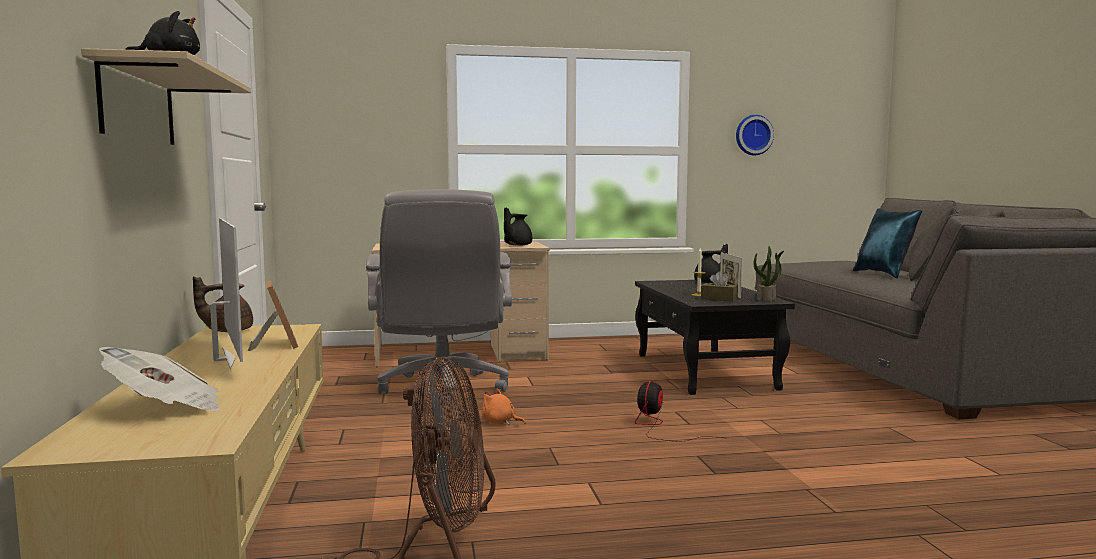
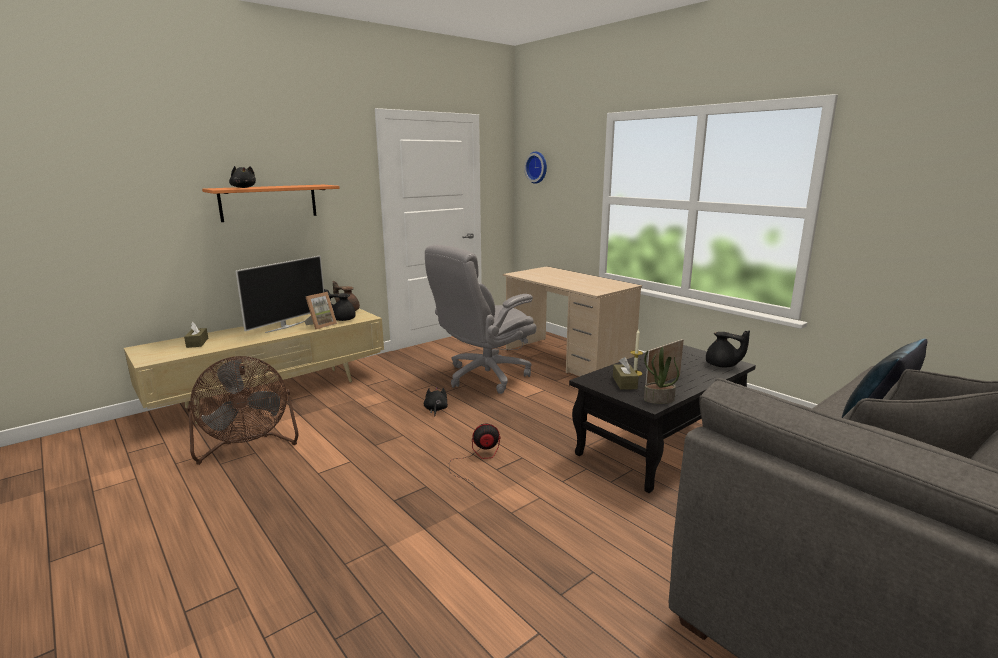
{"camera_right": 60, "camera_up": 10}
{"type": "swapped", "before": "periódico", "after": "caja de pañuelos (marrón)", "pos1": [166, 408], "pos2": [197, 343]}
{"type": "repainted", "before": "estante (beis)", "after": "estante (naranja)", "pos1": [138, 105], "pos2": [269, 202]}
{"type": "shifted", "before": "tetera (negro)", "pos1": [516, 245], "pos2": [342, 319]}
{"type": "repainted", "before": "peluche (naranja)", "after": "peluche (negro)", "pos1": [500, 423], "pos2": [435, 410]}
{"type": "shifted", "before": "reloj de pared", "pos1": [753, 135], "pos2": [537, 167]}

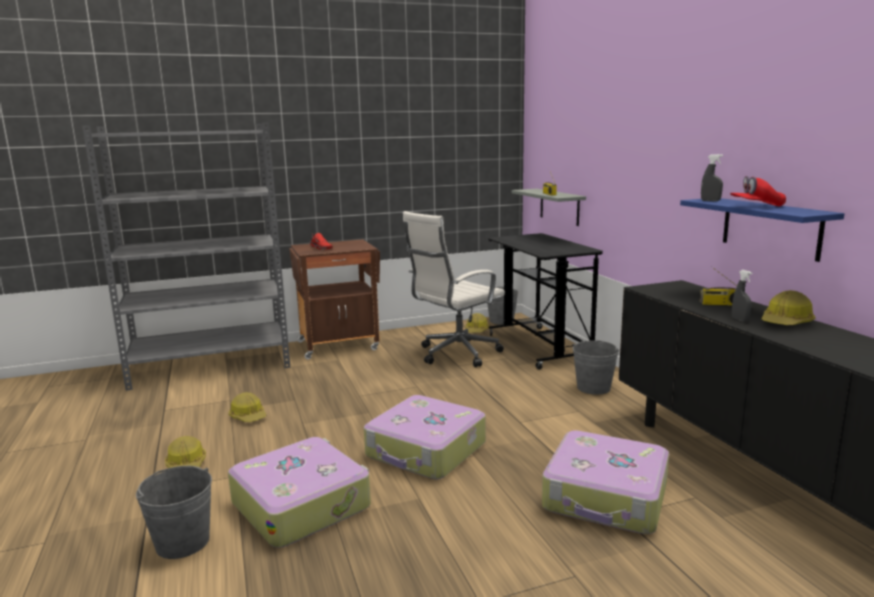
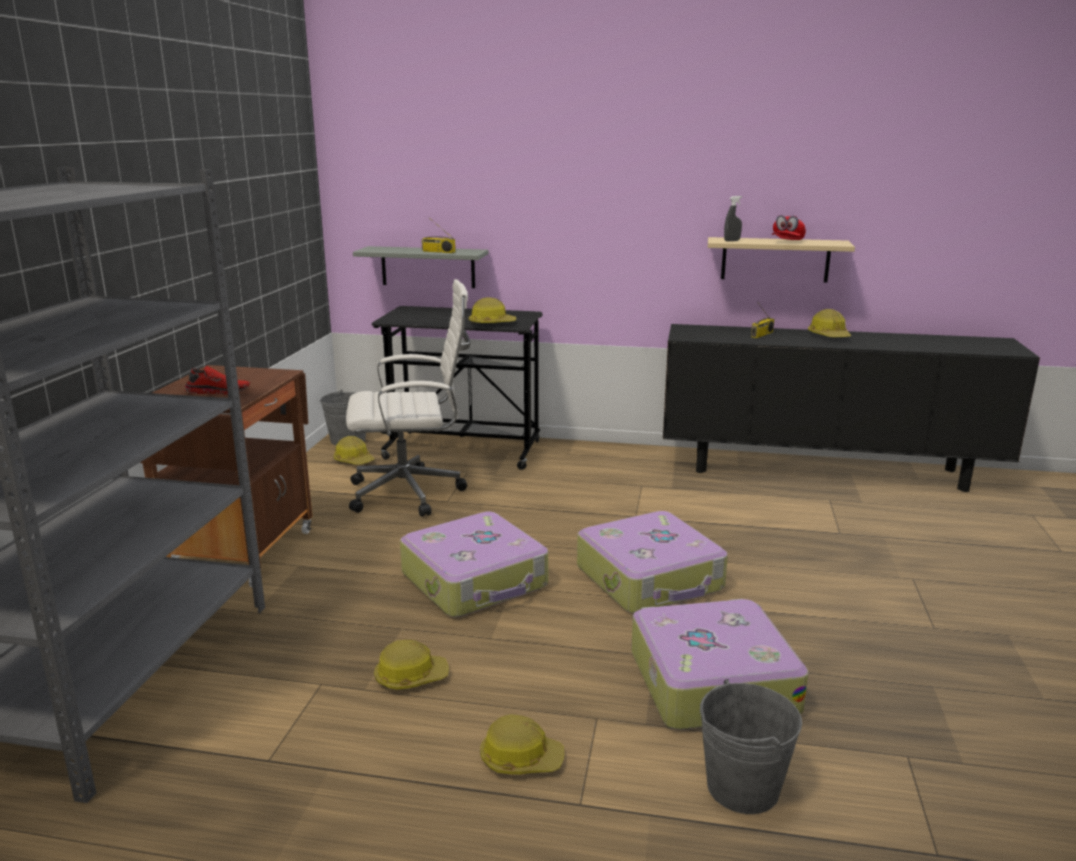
{"camera_right": -60, "camera_up": 5}
{"type": "rotated", "before": "silla de oficina (blanco)", "pos1": [455, 354], "pos2": [411, 493], "turn": -90}
{"type": "shifted", "before": "maleta", "pos1": [606, 497], "pos2": [476, 581]}
{"type": "new", "after": "casco", "pos2": [491, 323]}
{"type": "repainted", "before": "estante (azul)", "after": "estante (beis)", "pos1": [770, 228], "pos2": [775, 259]}
{"type": "gone", "before": "cubo (gris)", "pos1": [593, 387]}
{"type": "gone", "before": "pulverizador (gris)", "pos1": [740, 320]}

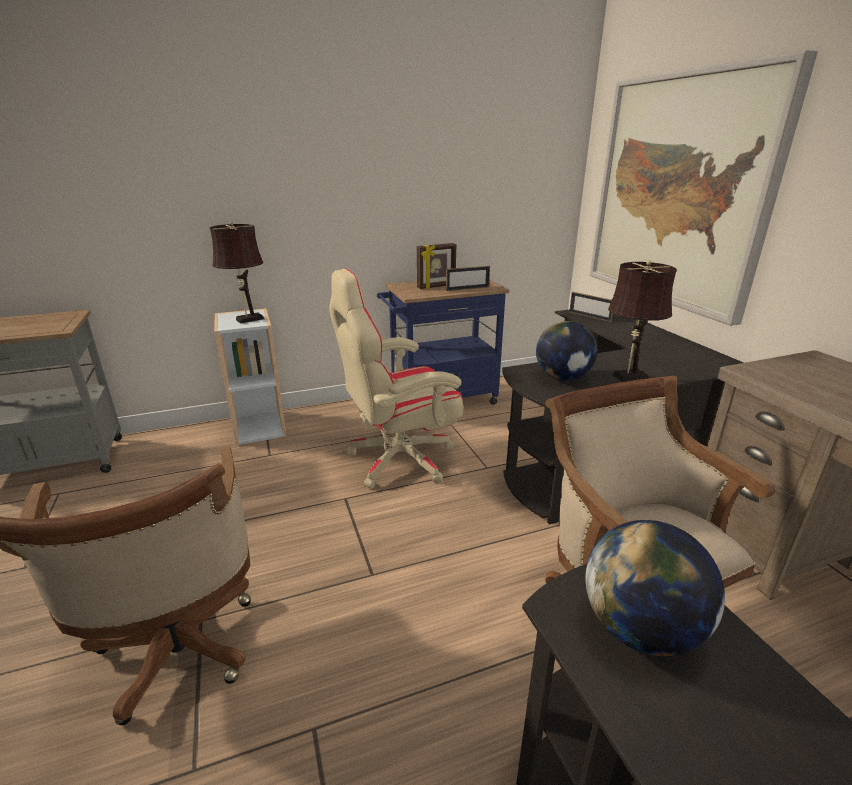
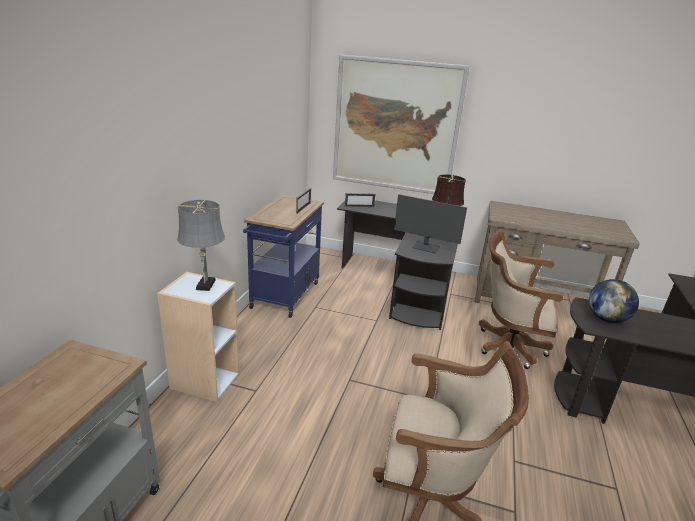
{"camera_right": -55, "camera_up": 0}
{"type": "repainted", "before": "lámpara de mesa (marrón)", "after": "lámpara de mesa (gris)", "pos1": [247, 319], "pos2": [205, 286]}
{"type": "swapped", "before": "globo terráqueo", "after": "monitor", "pos1": [562, 377], "pos2": [425, 247]}
{"type": "gone", "before": "silla de oficina (beis)", "pos1": [401, 459]}
{"type": "gone", "before": "portarretratos", "pos1": [436, 286]}

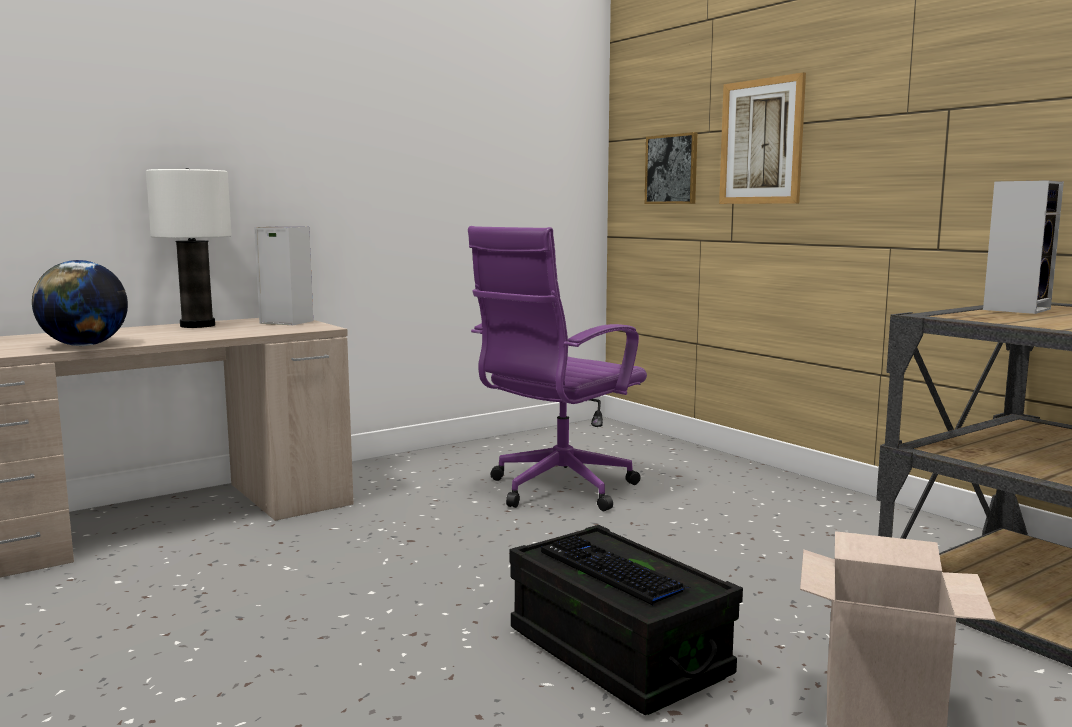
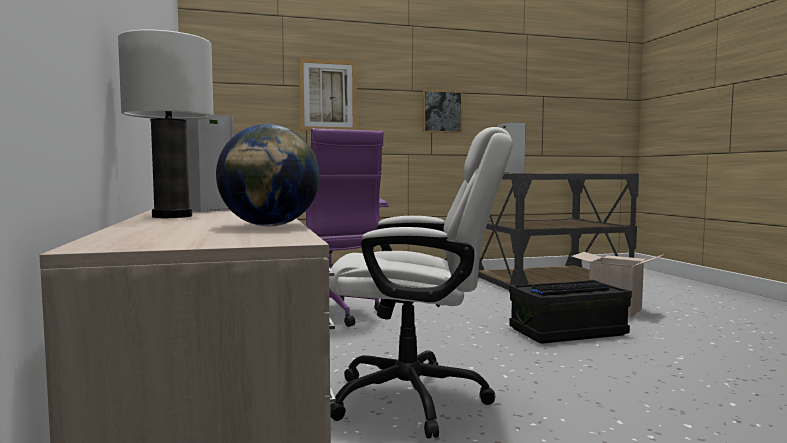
{"camera_right": -70, "camera_up": -5}
{"type": "new", "after": "silla de oficina (blanco)", "pos2": [418, 400]}
{"type": "shifted", "before": "cuadro", "pos1": [671, 169], "pos2": [442, 111]}

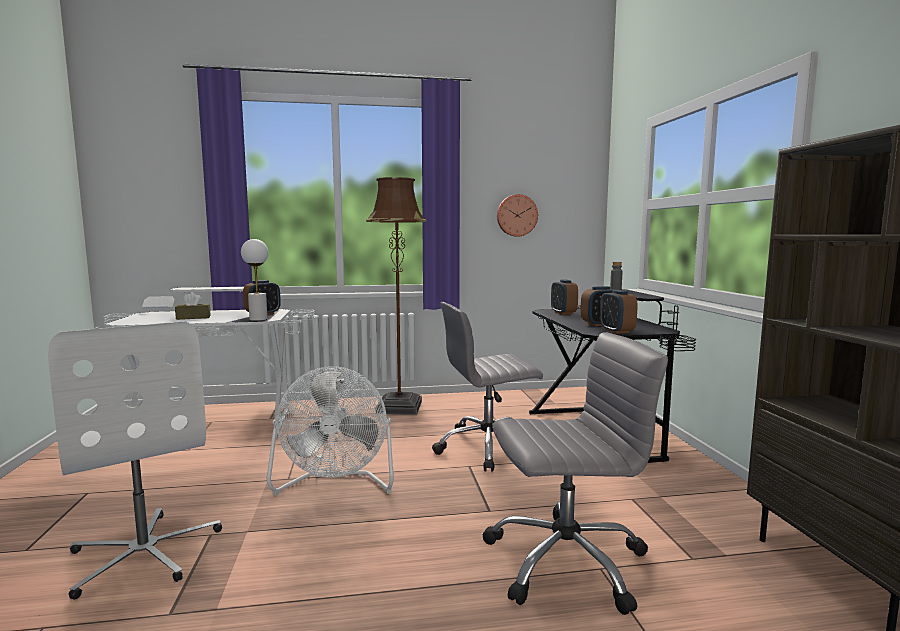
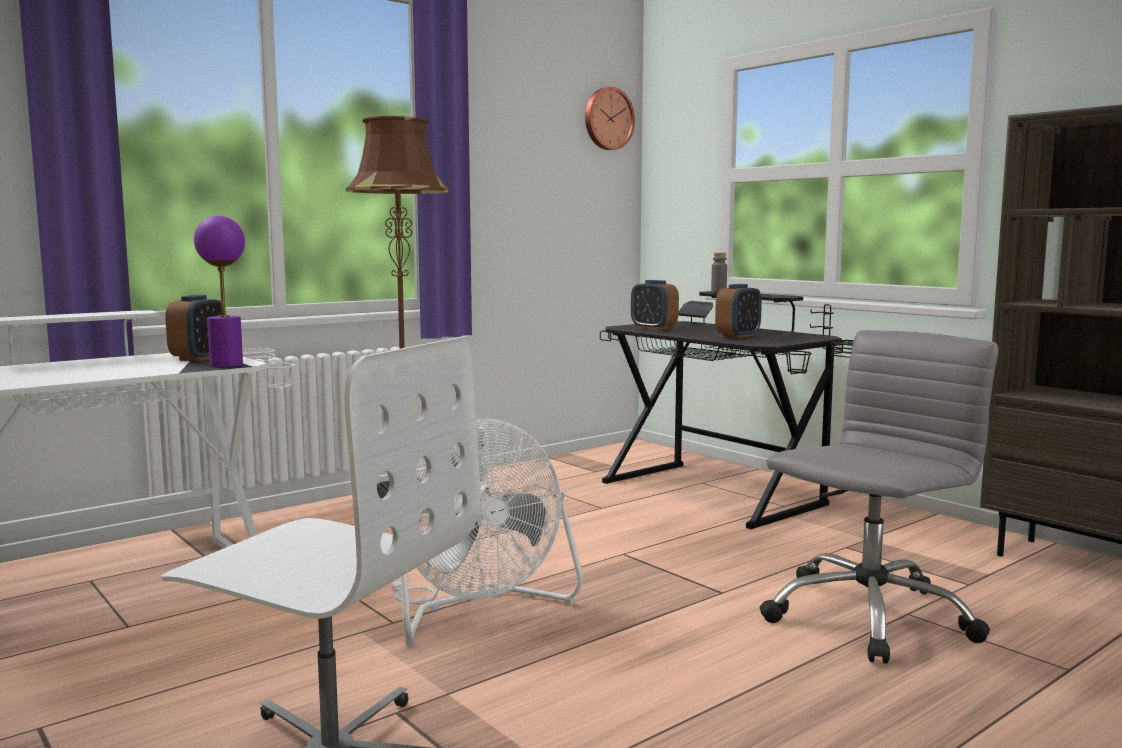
{"camera_right": -30, "camera_up": 0}
{"type": "repainted", "before": "lámpara de mesa (blanco)", "after": "lámpara de mesa (morado)", "pos1": [258, 319], "pos2": [226, 365]}
{"type": "shifted", "before": "reloj de pared", "pos1": [516, 215], "pos2": [607, 119]}
{"type": "gone", "before": "caja de pañuelos (marrón)", "pos1": [193, 317]}
{"type": "gone", "before": "silla de oficina (gris)", "pos1": [487, 448]}
{"type": "gone", "before": "despertador", "pos1": [616, 331]}

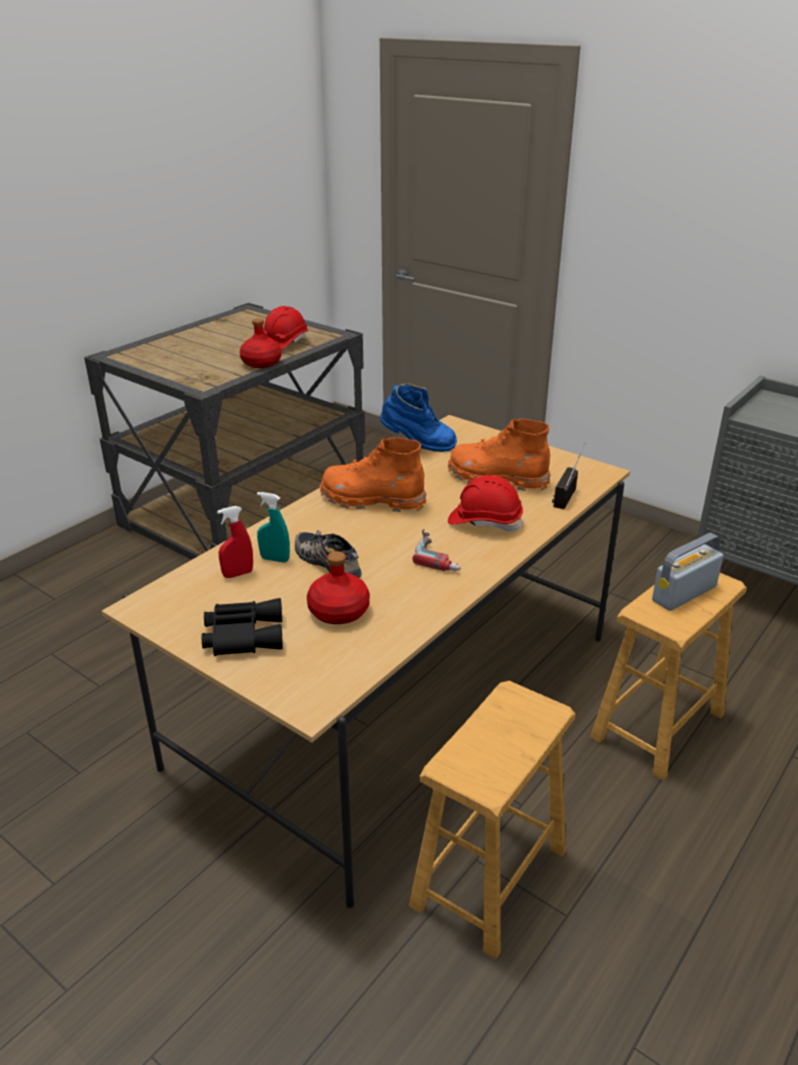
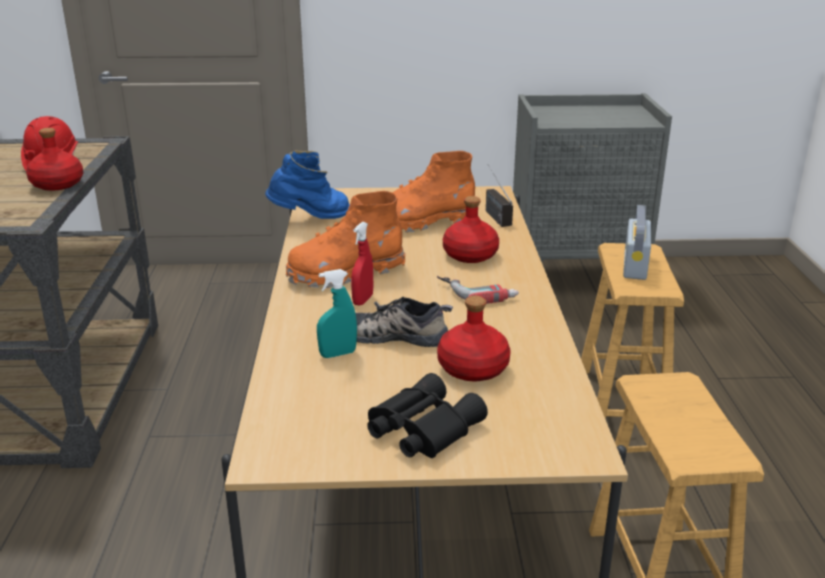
{"camera_right": -40, "camera_up": -5}
{"type": "shifted", "before": "pulverizador (rojo)", "pos1": [238, 574], "pos2": [363, 300]}
{"type": "swapped", "before": "casco (rojo)", "after": "botella (rojo)", "pos1": [484, 522], "pos2": [469, 255]}

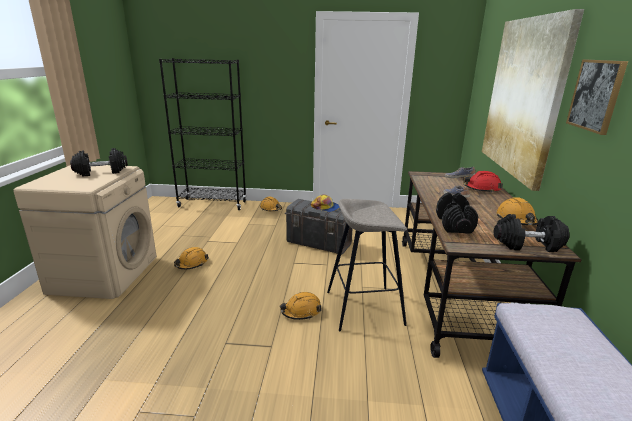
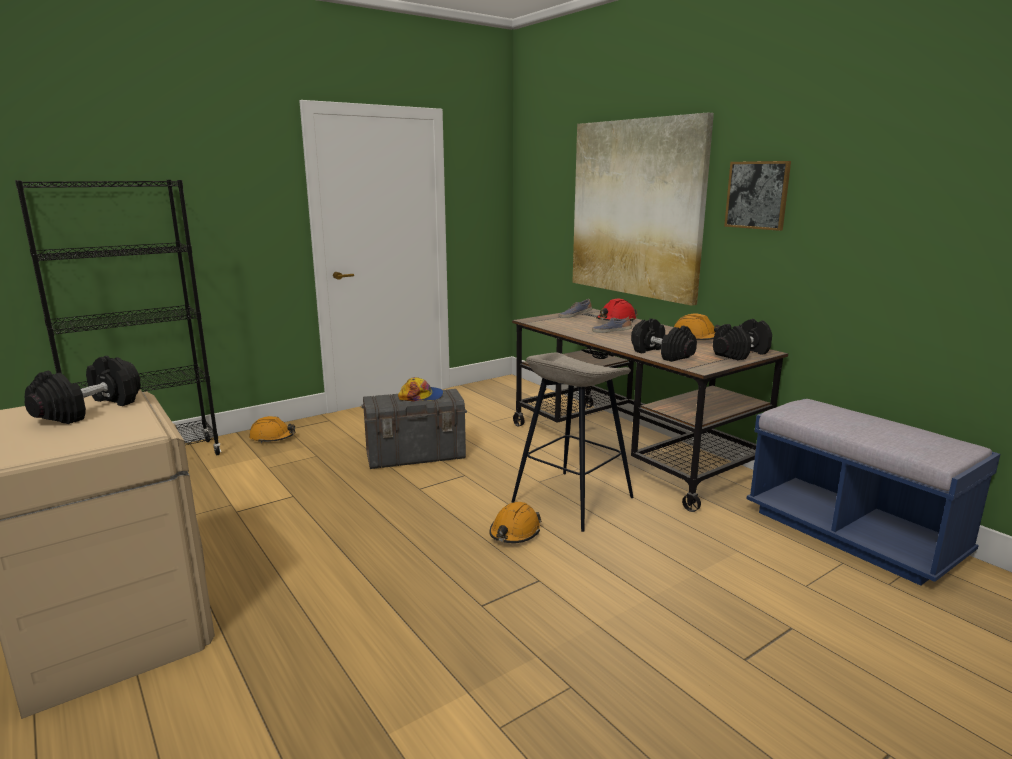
{"camera_right": -40, "camera_up": -5}
{"type": "gone", "before": "casco (naranja)", "pos1": [191, 264]}

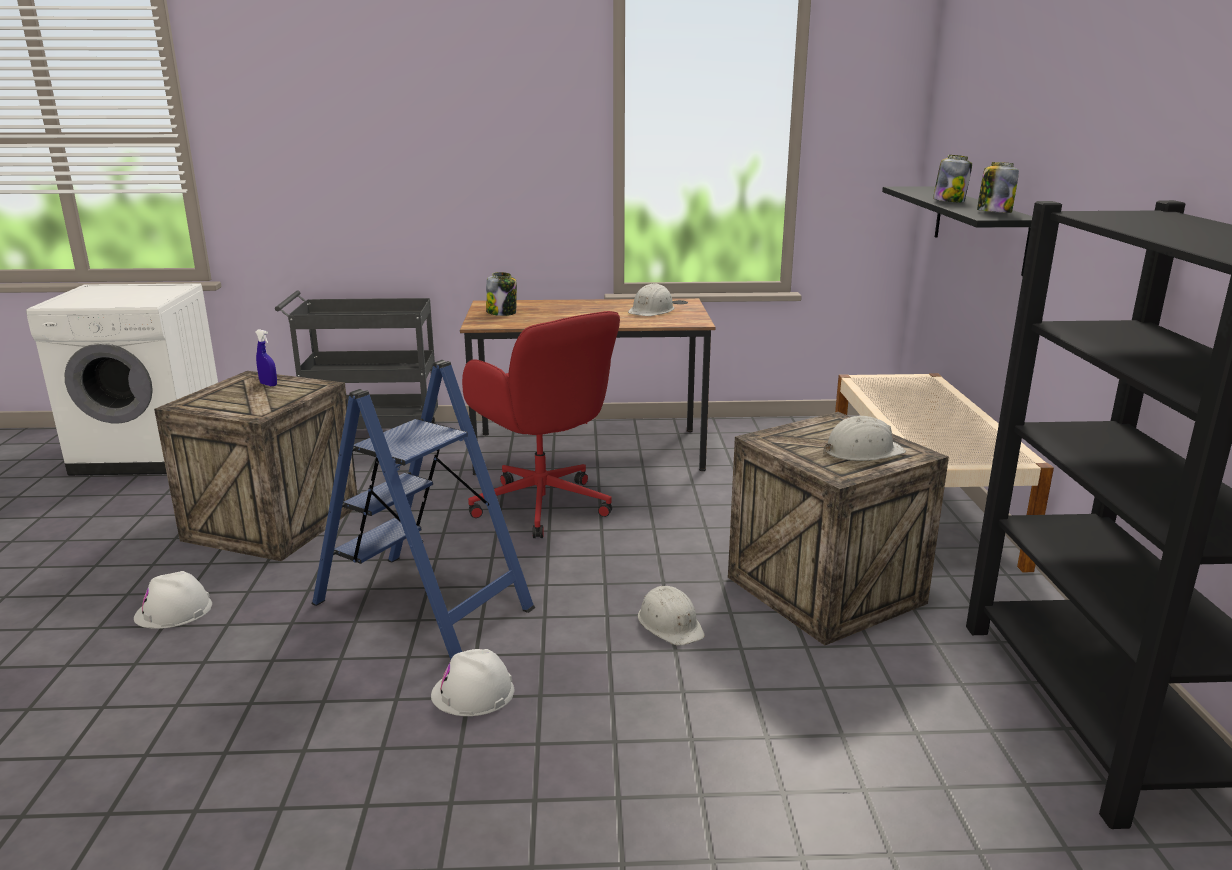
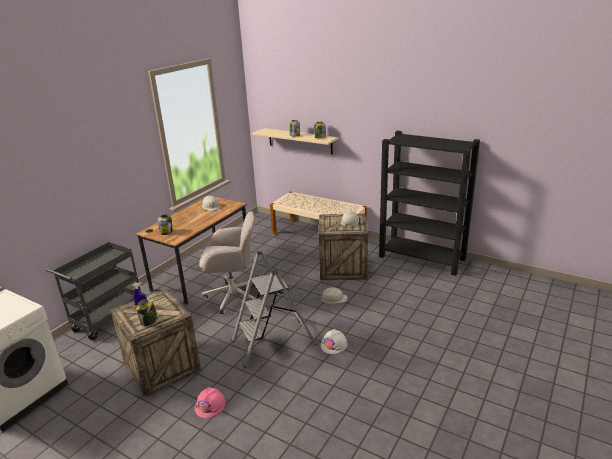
{"camera_right": -55, "camera_up": 5}
{"type": "new", "after": "tarro", "pos2": [149, 321]}
{"type": "repainted", "before": "casco (blanco)", "after": "casco (rosa)", "pos1": [173, 611], "pos2": [210, 405]}
{"type": "repainted", "before": "silla de oficina (rojo)", "after": "silla de oficina (gris)", "pos1": [542, 507], "pos2": [234, 297]}
{"type": "repainted", "before": "escalera de tijera (azul)", "after": "escalera de tijera (gris)", "pos1": [424, 606], "pos2": [274, 342]}
{"type": "repainted", "before": "estante (negro)", "after": "estante (beis)", "pos1": [979, 228], "pos2": [300, 141]}

